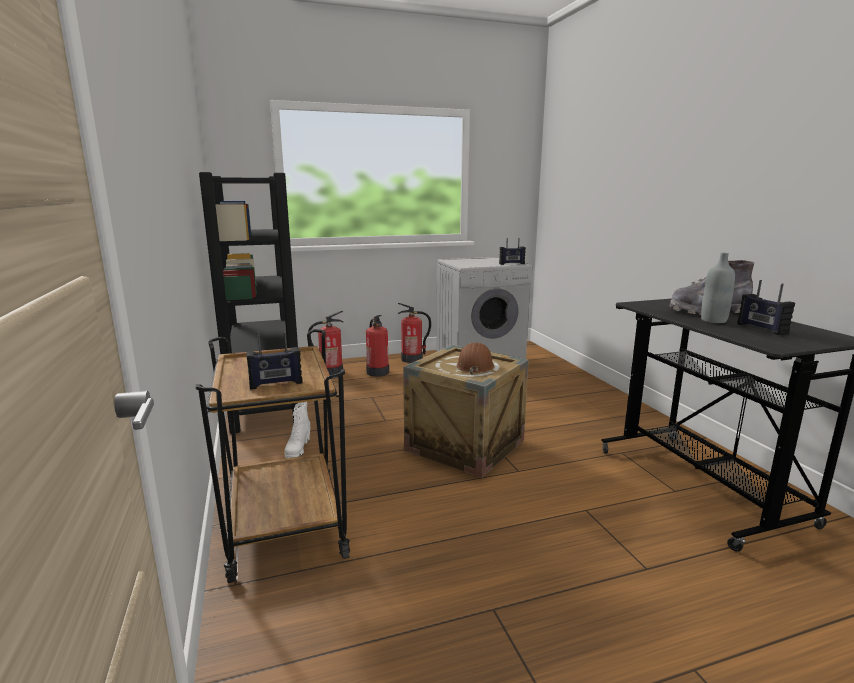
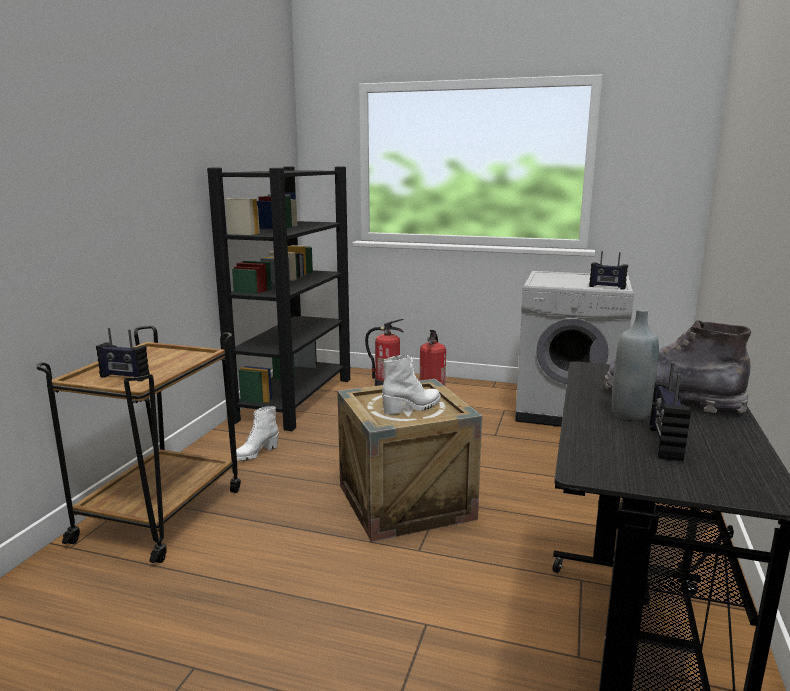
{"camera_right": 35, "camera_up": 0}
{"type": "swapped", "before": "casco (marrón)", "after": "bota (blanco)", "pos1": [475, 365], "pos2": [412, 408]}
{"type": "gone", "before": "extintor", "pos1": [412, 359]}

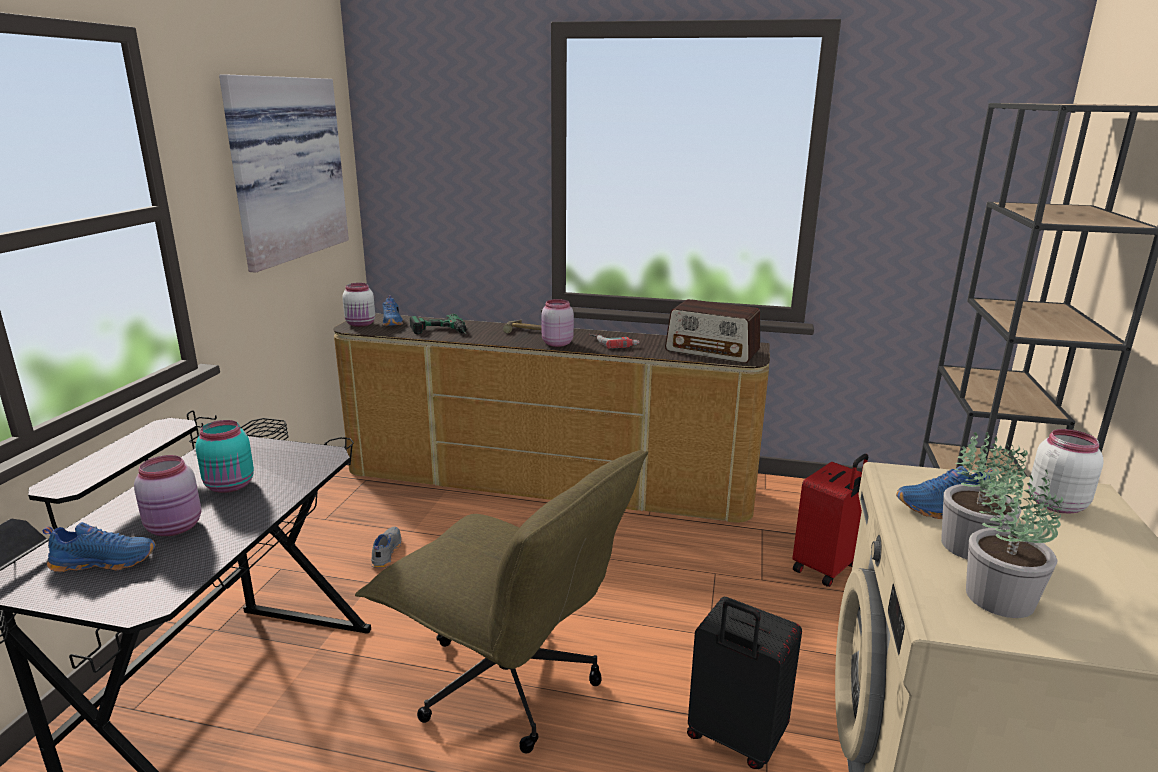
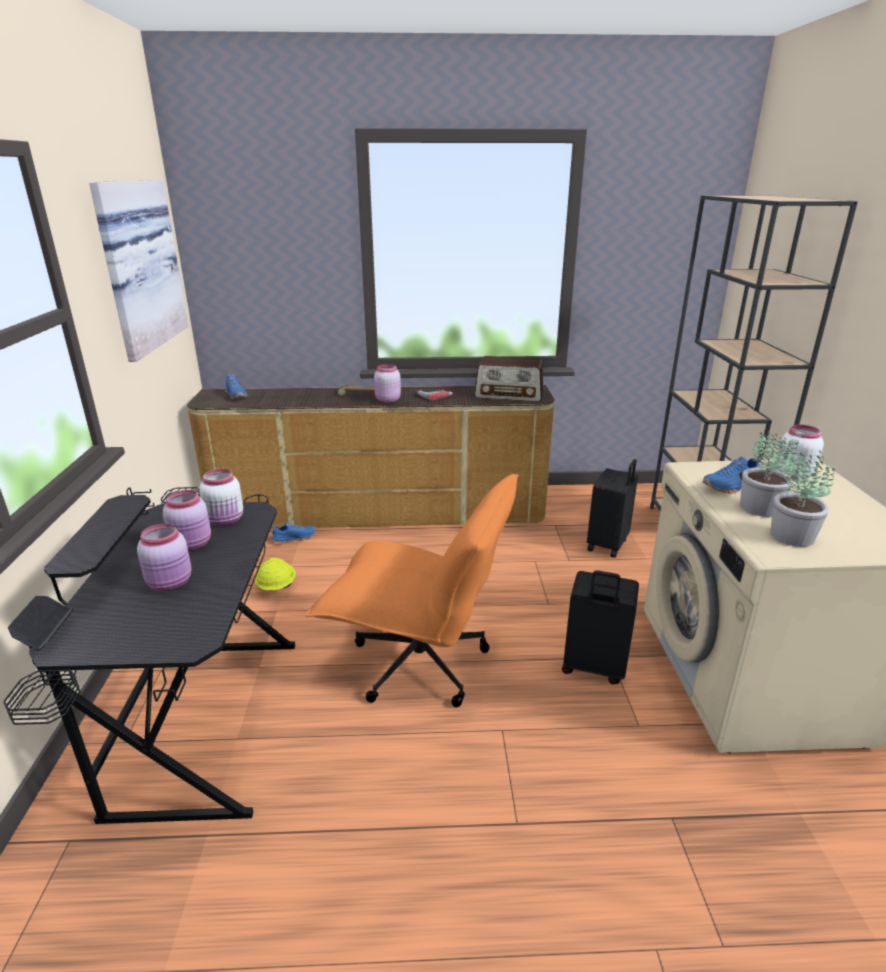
{"camera_right": -15, "camera_up": 5}
{"type": "repainted", "before": "tarro (turquesa)", "after": "tarro (rosa)", "pos1": [230, 486], "pos2": [192, 544]}
{"type": "shifted", "before": "tarro (blanco)", "pos1": [361, 324], "pos2": [226, 520]}
{"type": "swapped", "before": "zapato (gris)", "after": "casco (amarillo)", "pos1": [385, 553], "pos2": [276, 586]}
{"type": "shifted", "before": "zapato (azul)", "pos1": [105, 561], "pos2": [294, 538]}
{"type": "repainted", "before": "silla de oficina (beis)", "after": "silla de oficina (naranja)", "pos1": [504, 680], "pos2": [417, 662]}
{"type": "repainted", "before": "maleta (rojo)", "after": "maleta (negro)", "pos1": [826, 568], "pos2": [608, 545]}
{"type": "gone", "before": "taladro", "pos1": [440, 332]}

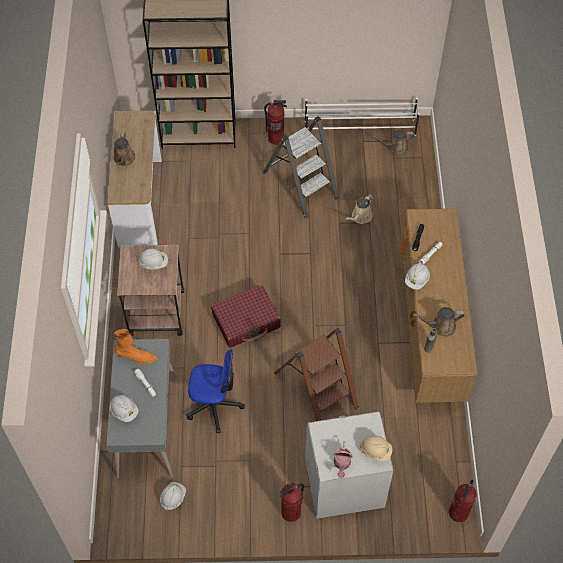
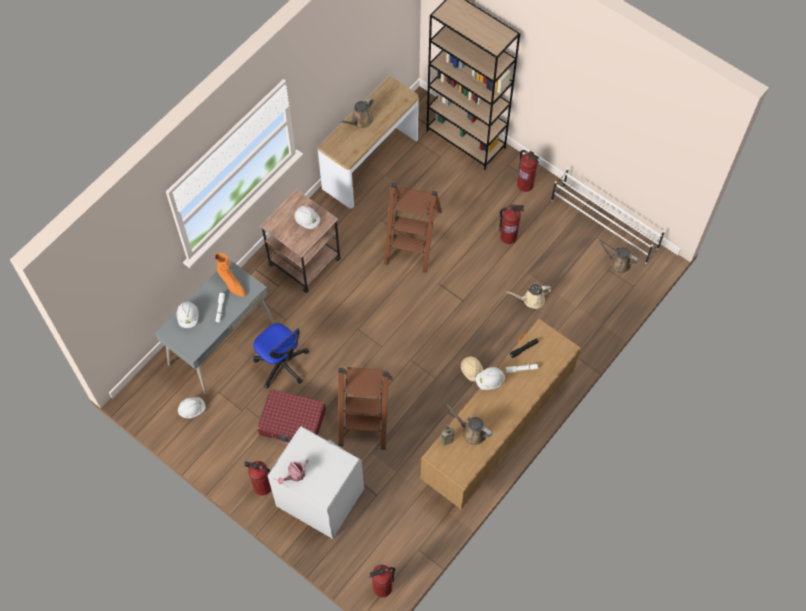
{"camera_right": 40, "camera_up": 5}
{"type": "shifted", "before": "maleta (rojo)", "pos1": [246, 321], "pos2": [292, 422]}
{"type": "new", "after": "escalera de tijera (marrón)", "pos2": [413, 236]}
{"type": "shifted", "before": "casco (beis)", "pos1": [375, 451], "pos2": [471, 371]}
{"type": "swapped", "before": "escalera de tijera (gris)", "after": "extintor", "pos1": [299, 184], "pos2": [508, 237]}

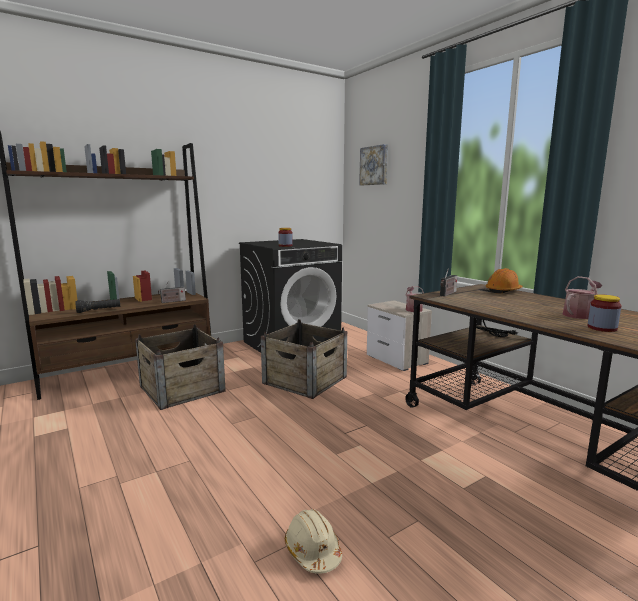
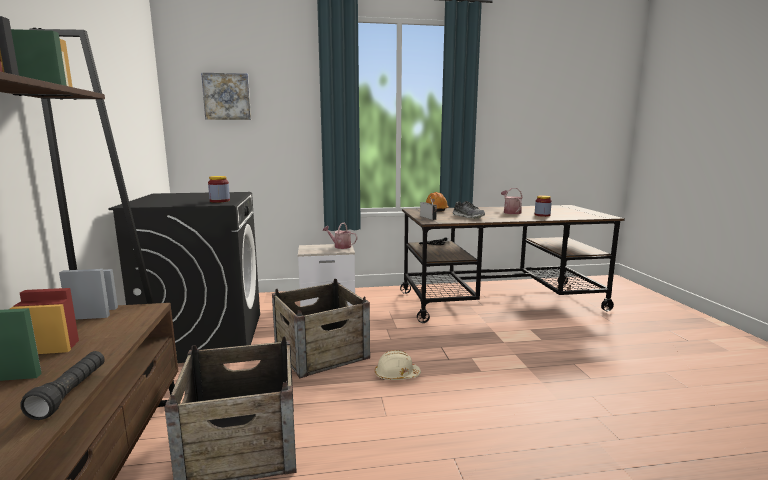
{"camera_right": -65, "camera_up": 0}
{"type": "shifted", "before": "casco (beis)", "pos1": [312, 550], "pos2": [396, 375]}
{"type": "new", "after": "zapato", "pos2": [468, 217]}
{"type": "gone", "before": "radio", "pos1": [172, 301]}

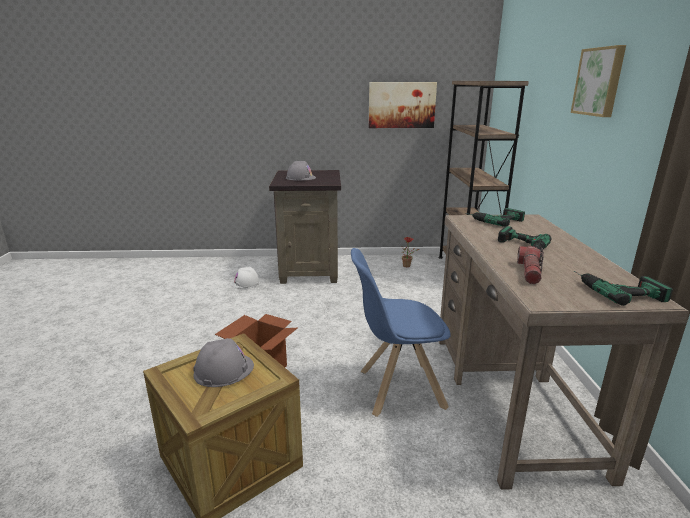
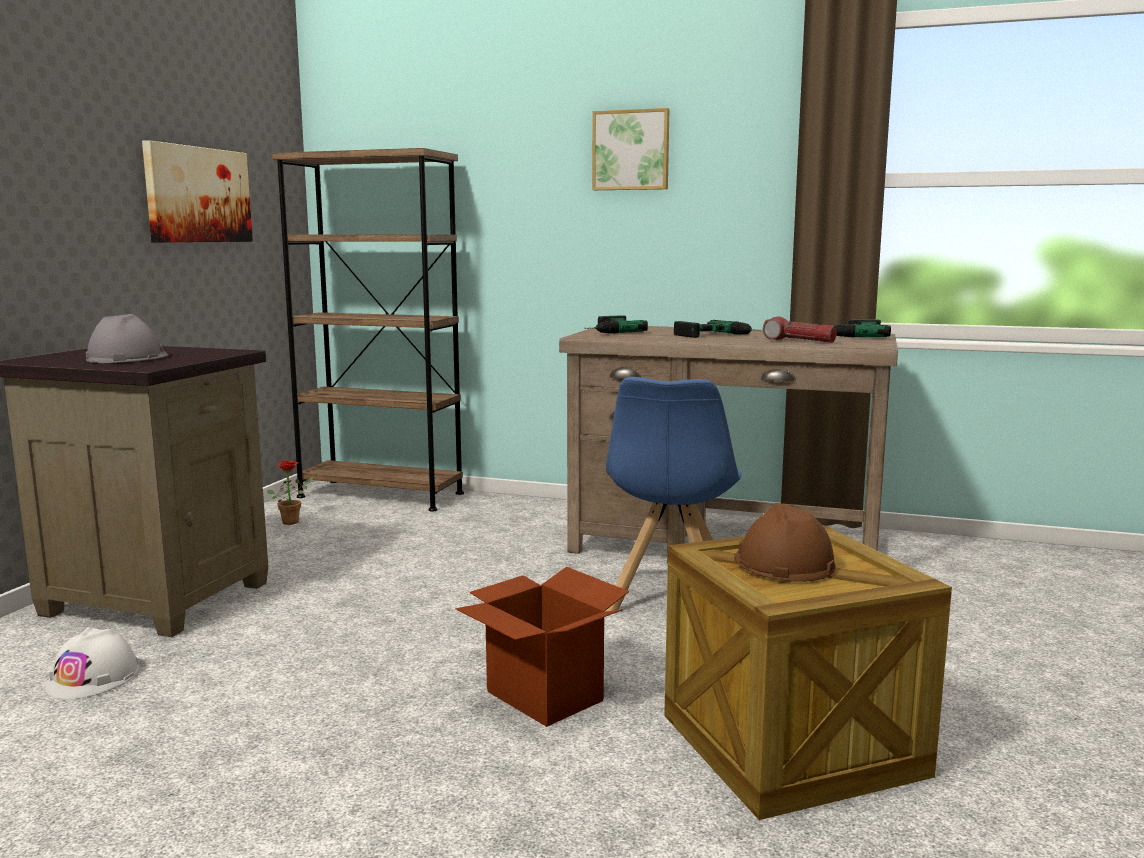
{"camera_right": -70, "camera_up": -10}
{"type": "repainted", "before": "casco (gris)", "after": "casco (marrón)", "pos1": [223, 369], "pos2": [783, 563]}

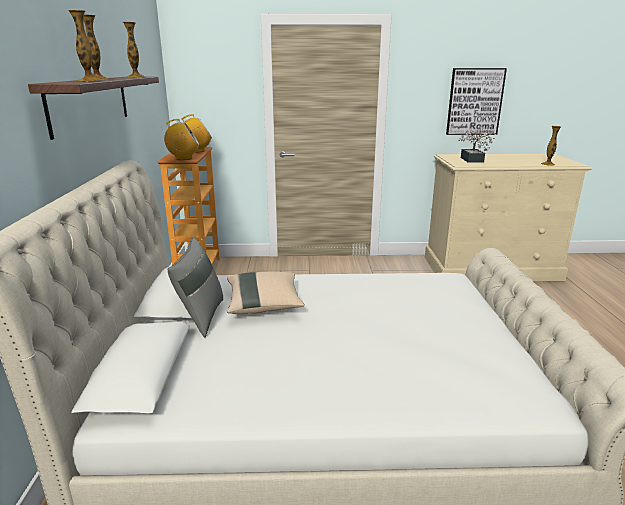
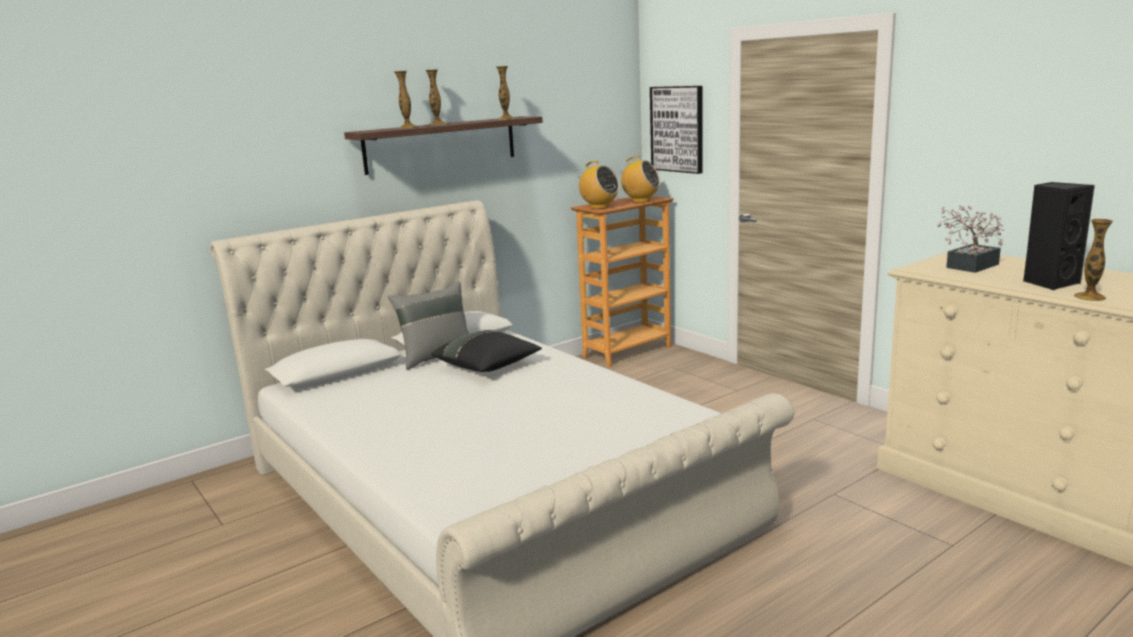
{"camera_right": 55, "camera_up": -5}
{"type": "repainted", "before": "cojín (beis)", "after": "cojín (negro)", "pos1": [264, 305], "pos2": [488, 367]}
{"type": "shifted", "before": "cuadro", "pos1": [474, 102], "pos2": [677, 129]}
{"type": "new", "after": "altavoz (negro)", "pos2": [1050, 283]}

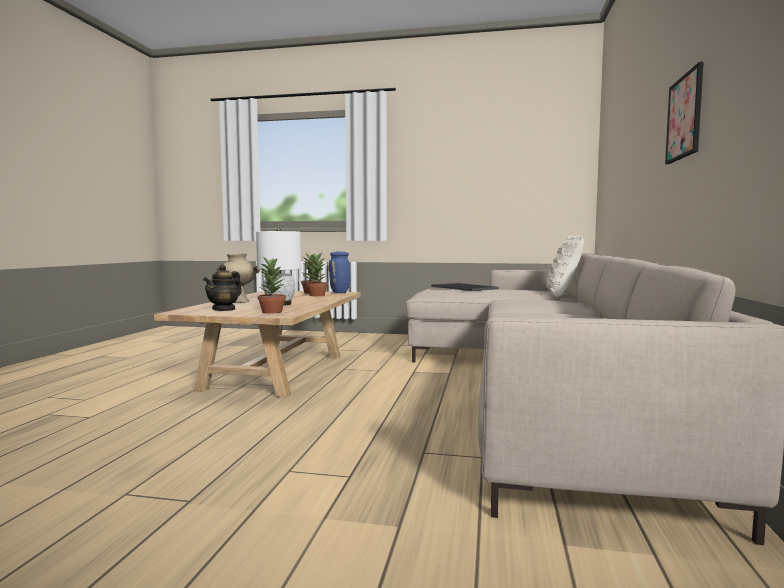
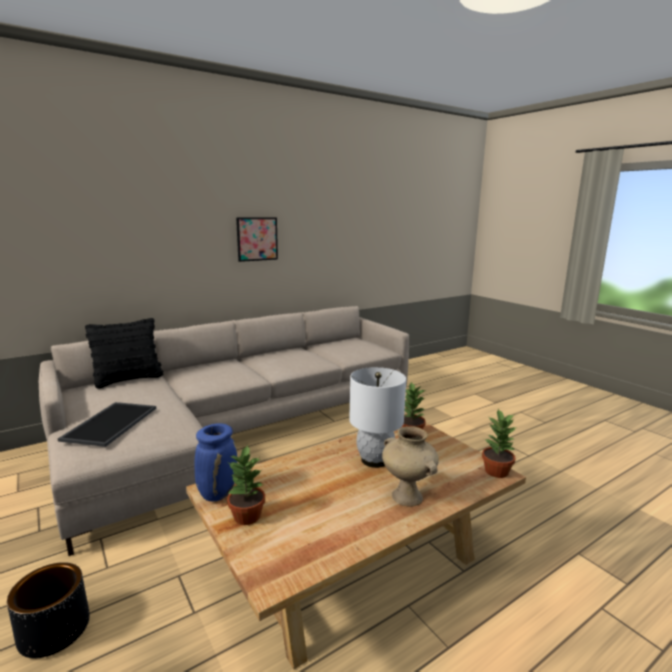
{"camera_right": -135, "camera_up": 10}
{"type": "new", "after": "maceta (negro)", "pos2": [54, 630]}
{"type": "repainted", "before": "cojín (beis)", "after": "cojín (negro)", "pos1": [563, 294], "pos2": [129, 380]}
{"type": "shifted", "before": "planta en maceta", "pos1": [317, 295], "pos2": [497, 471]}
{"type": "gone", "before": "tetera", "pos1": [224, 309]}

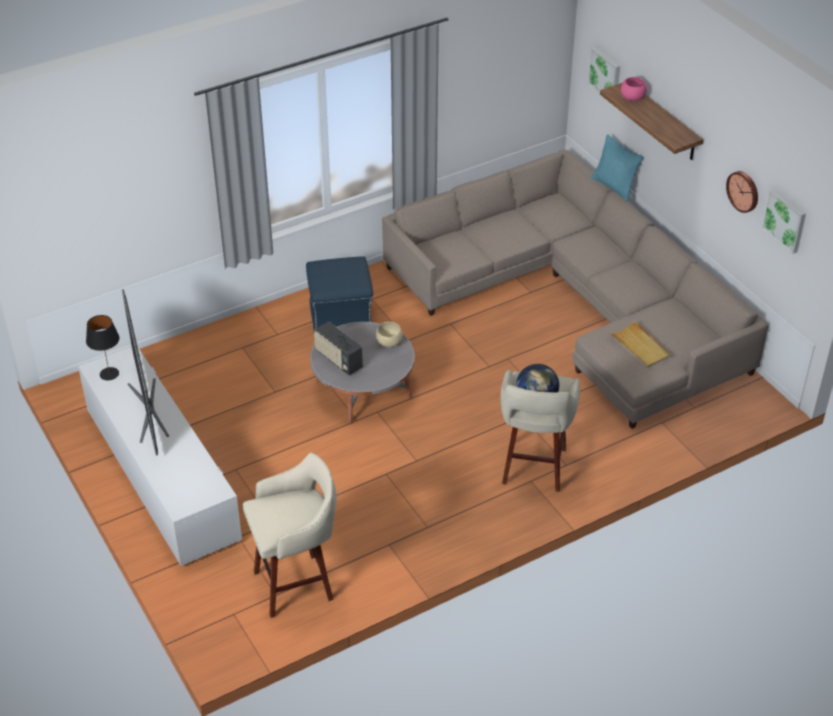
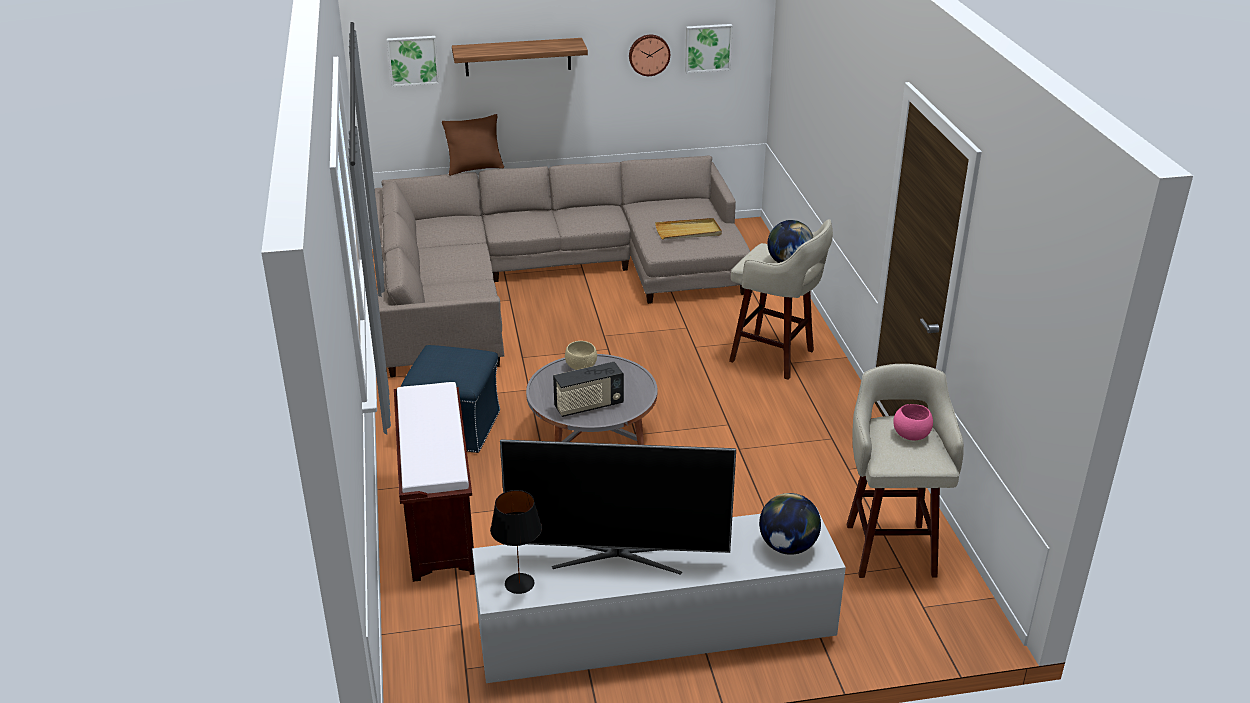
{"camera_right": -70, "camera_up": -10}
{"type": "new", "after": "banco (marrón)", "pos2": [438, 522]}
{"type": "repainted", "before": "cojín (turquesa)", "after": "cojín (marrón)", "pos1": [614, 187], "pos2": [475, 169]}
{"type": "new", "after": "globo terráqueo", "pos2": [788, 547]}
{"type": "shifted", "before": "cuenco (rosa)", "pos1": [633, 98], "pos2": [912, 434]}

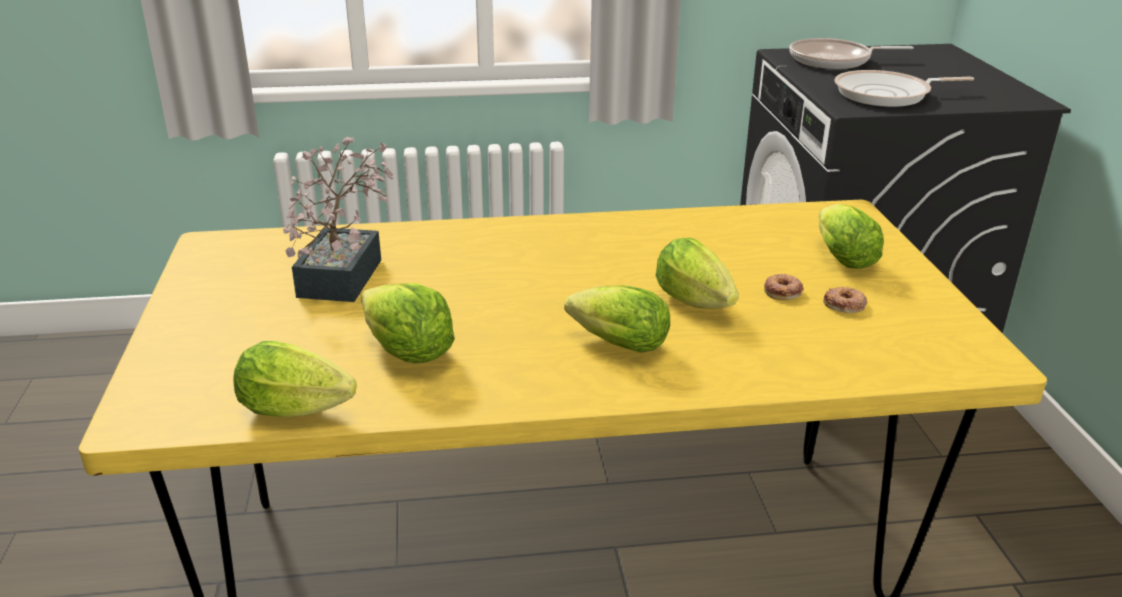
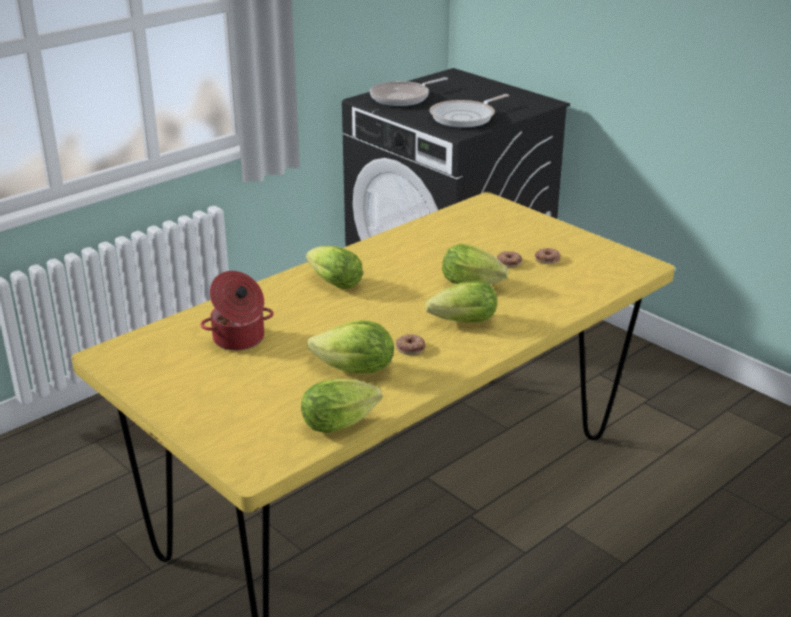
{"camera_right": -35, "camera_up": 0}
{"type": "swapped", "before": "planta en maceta", "after": "olla", "pos1": [345, 272], "pos2": [239, 339]}
{"type": "shifted", "before": "lechuga", "pos1": [840, 257], "pos2": [332, 282]}
{"type": "new", "after": "rosquilla", "pos2": [410, 347]}

